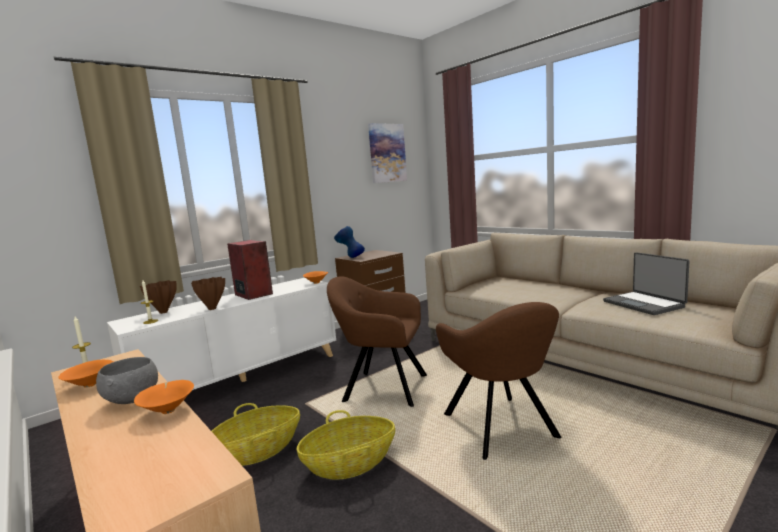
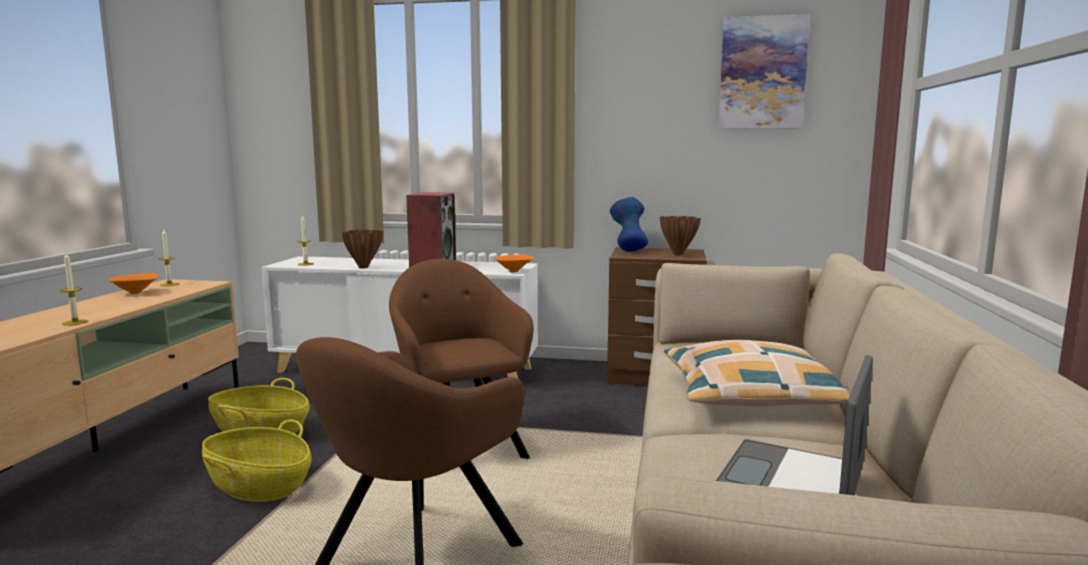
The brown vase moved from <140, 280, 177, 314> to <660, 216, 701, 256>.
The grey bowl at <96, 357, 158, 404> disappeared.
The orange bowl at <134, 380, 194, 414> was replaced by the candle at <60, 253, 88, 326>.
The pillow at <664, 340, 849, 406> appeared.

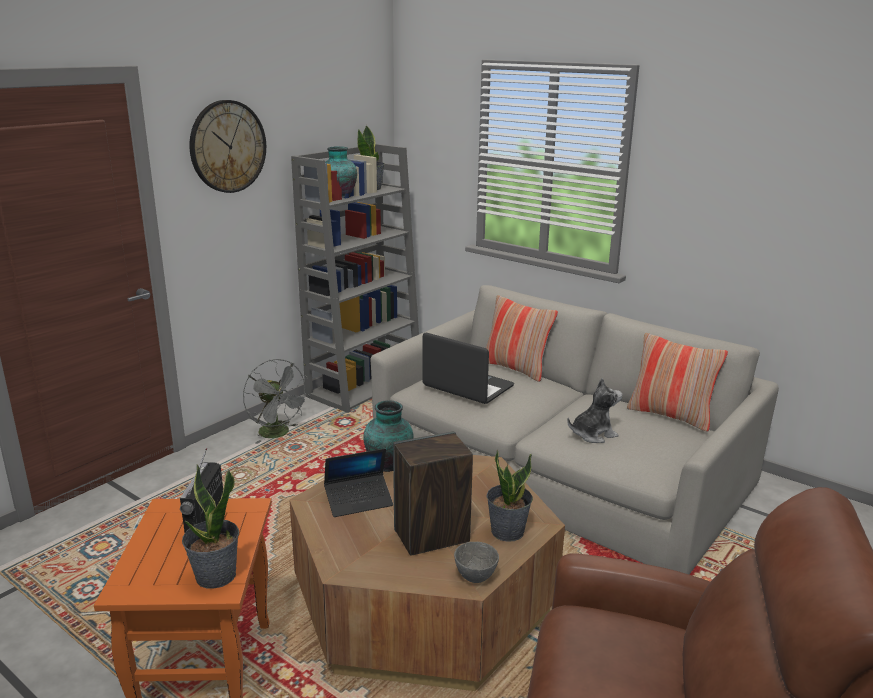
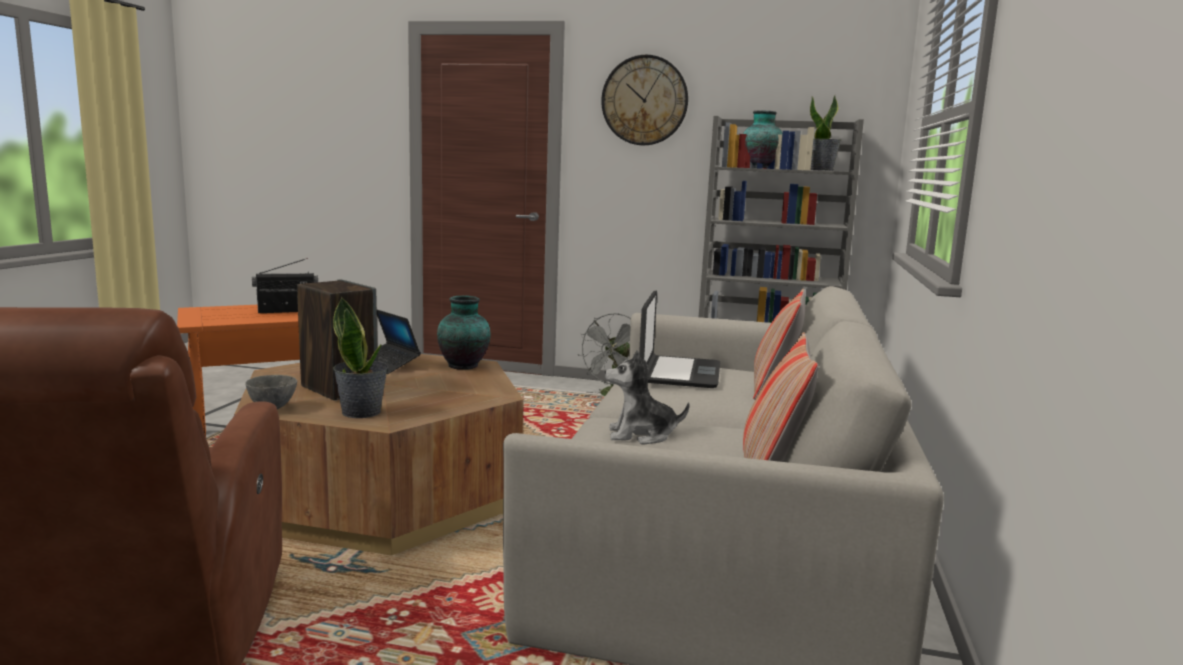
The plush toy at <567, 378, 622, 443> turned 135 degrees clockwise.
The potted plant at <182, 464, 239, 589> disappeared.

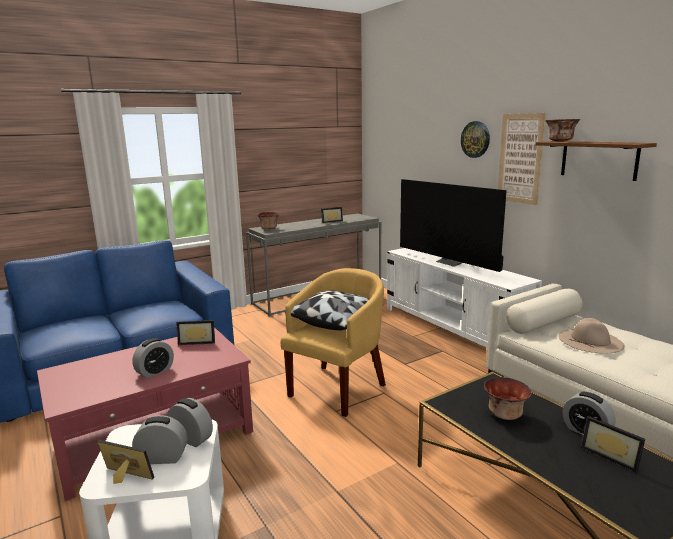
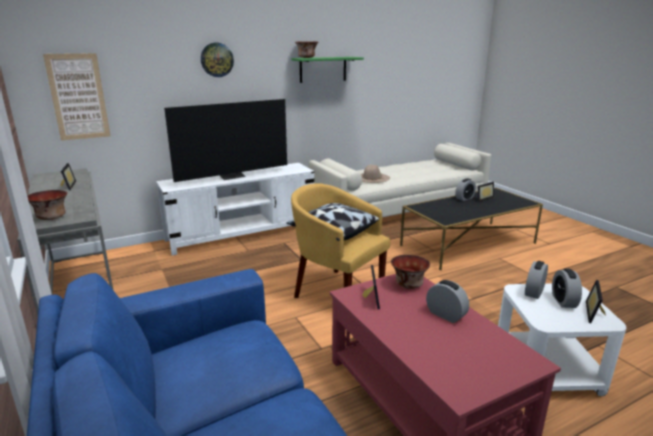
The picture moved from <498, 113, 546, 205> to <43, 53, 110, 141>.
The brown shelf at <535, 141, 657, 181> became the green shelf at <291, 57, 364, 83>.
The bowl moved from <484, 377, 532, 420> to <391, 255, 430, 289>.

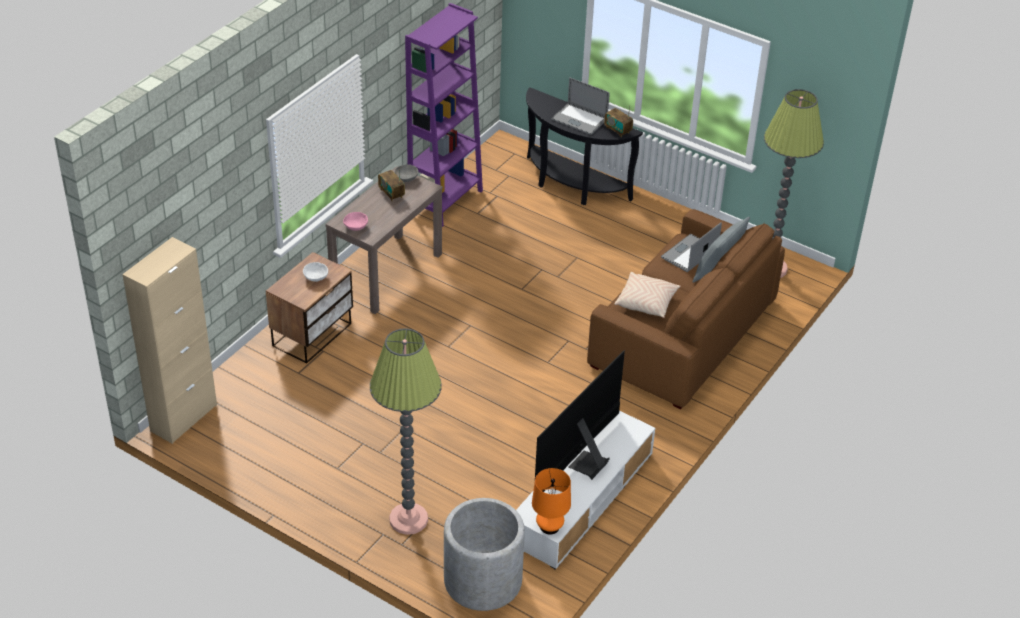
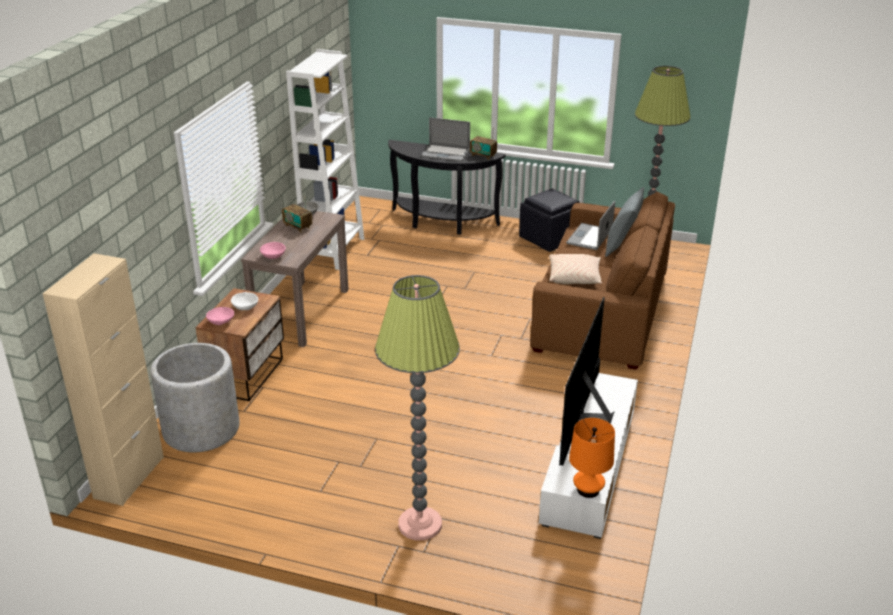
The purple bookcase at <405, 3, 483, 227> became the white bookcase at <286, 49, 364, 270>.
The grey planter moved from <444, 498, 525, 611> to <150, 343, 240, 453>.
The black ottoman at <519, 189, 579, 252> appeared.
The pink bowl at <206, 307, 234, 325> appeared.

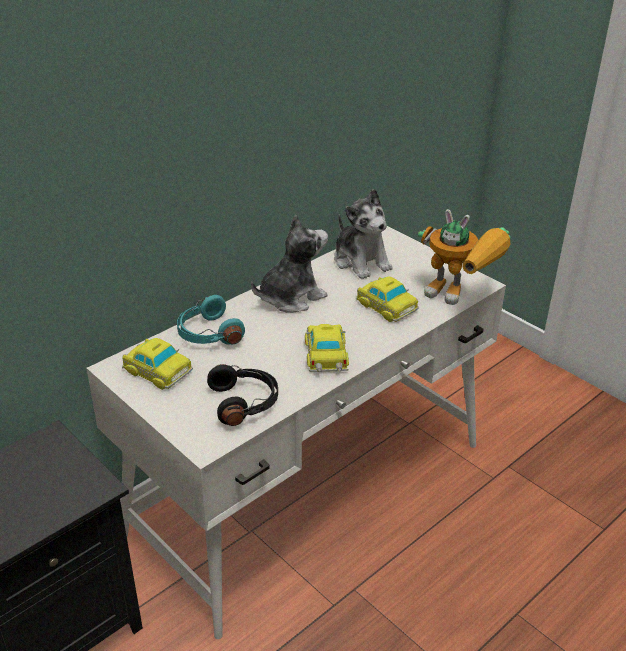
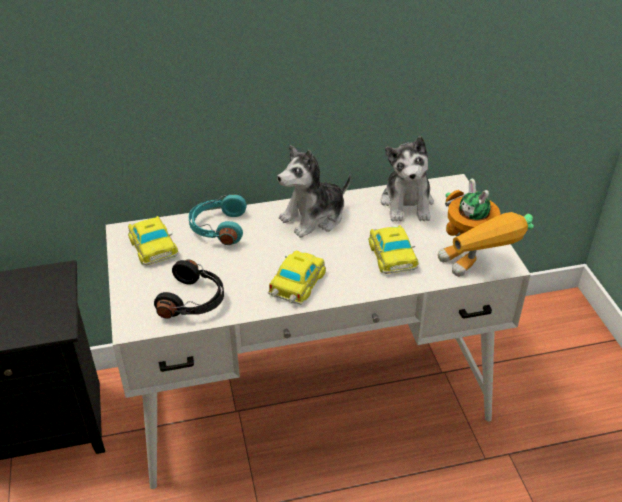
The plush toy at <251, 215, 328, 313> turned 150 degrees clockwise.

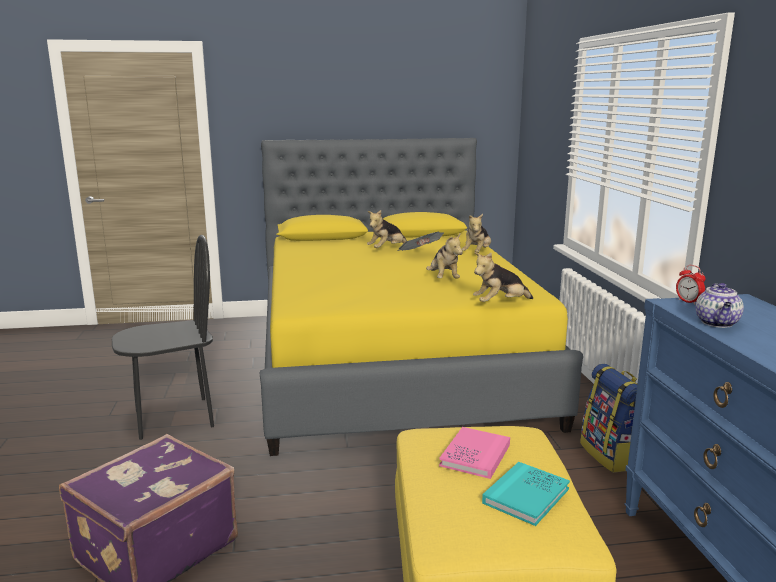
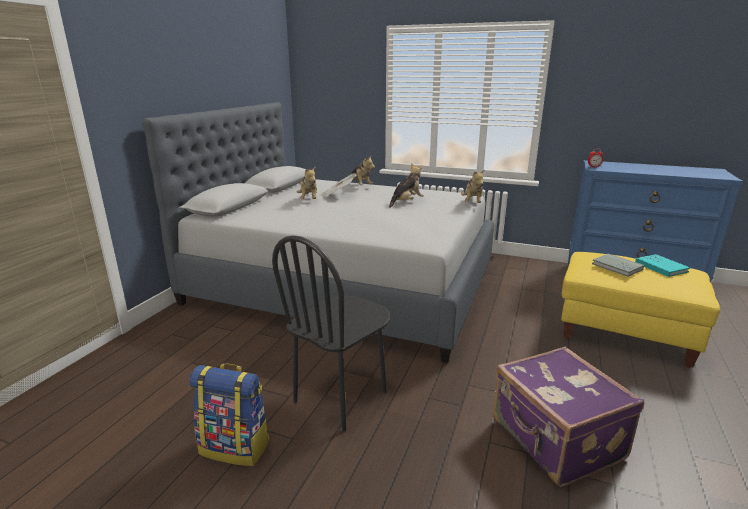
The yellow bed at <260, 138, 583, 456> became the grey bed at <143, 102, 494, 363>.
The plush toy at <426, 233, 463, 278> turned 60 degrees counterclockwise.
The black chair at <112, 235, 214, 440> turned 150 degrees counterclockwise.
The teapot at <696, 283, 744, 328> disappeared.
The backpack moved from <580, 364, 637, 473> to <189, 363, 270, 466>.
The pink book at <439, 427, 510, 479> became the grey book at <592, 254, 644, 277>.

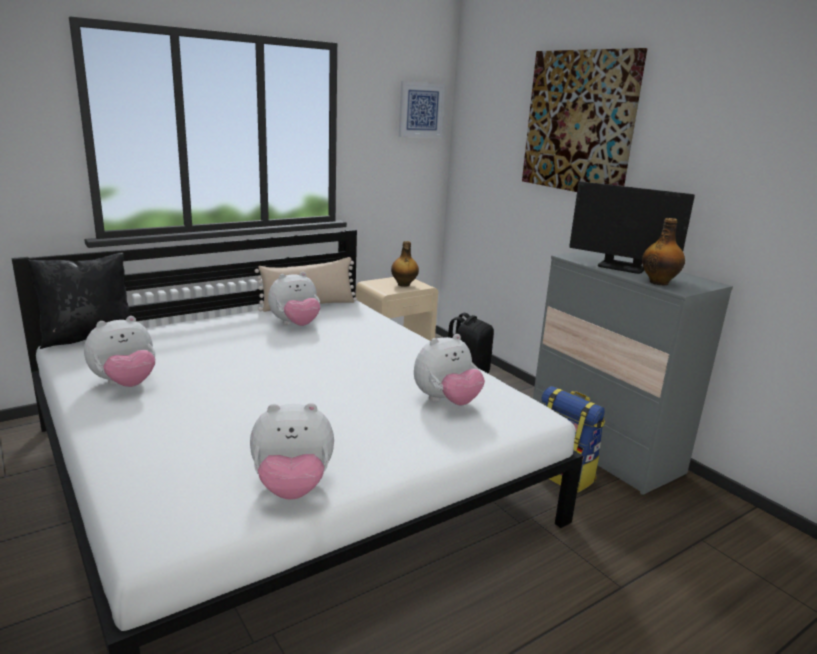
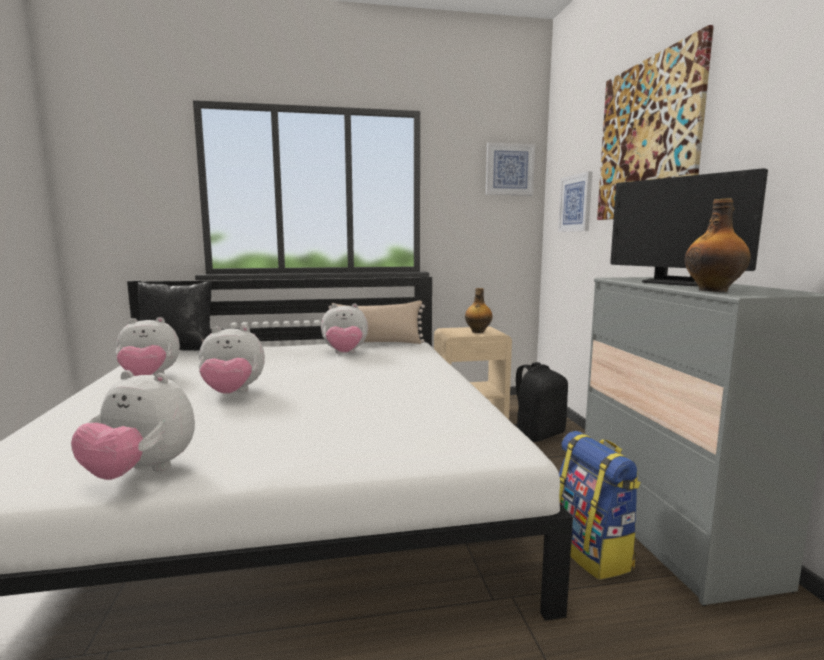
The plush toy moved from <414, 334, 485, 406> to <198, 326, 265, 394>.
The picture at <558, 171, 592, 232> appeared.

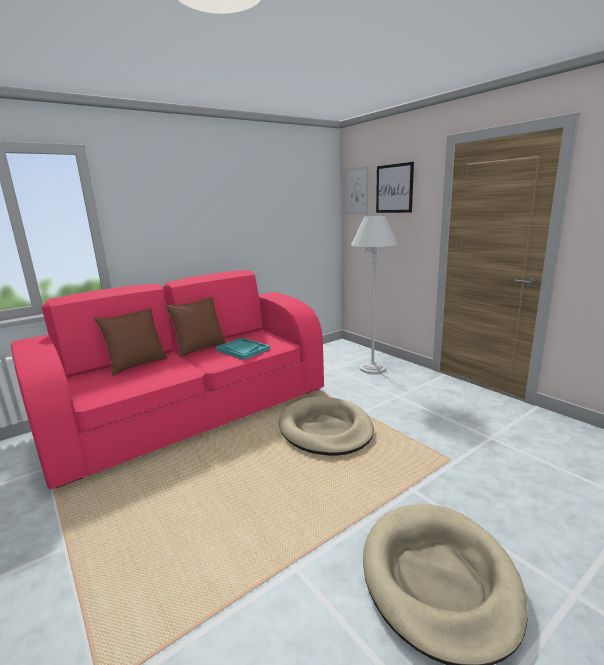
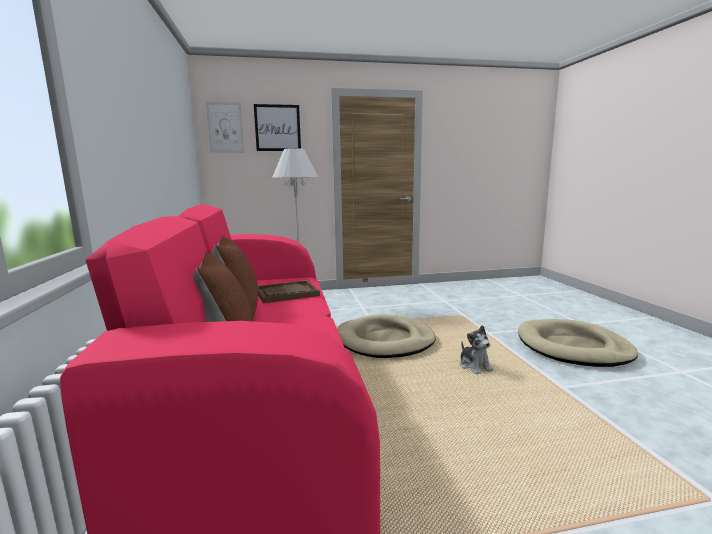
The turquoise tray at <216, 338, 270, 360> became the brown tray at <258, 280, 320, 303>.
The plush toy at <460, 325, 493, 375> appeared.

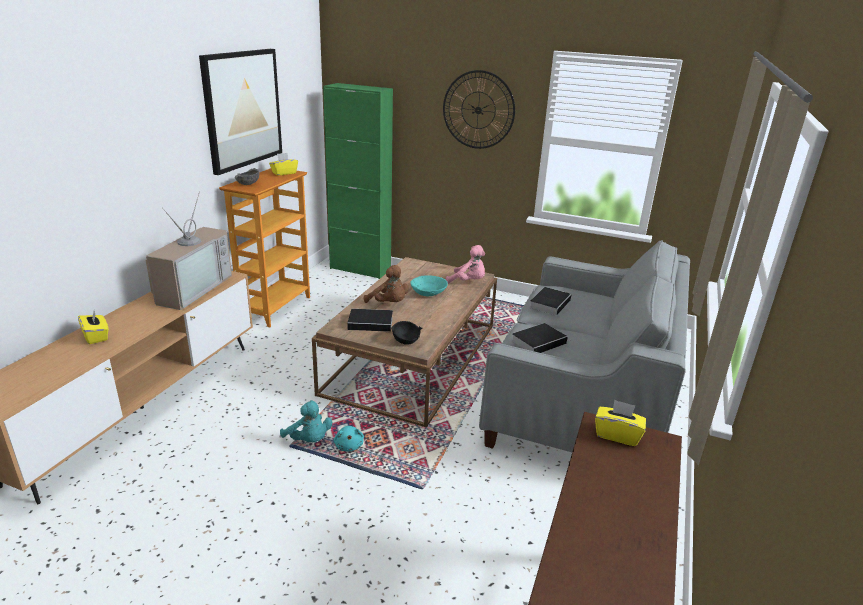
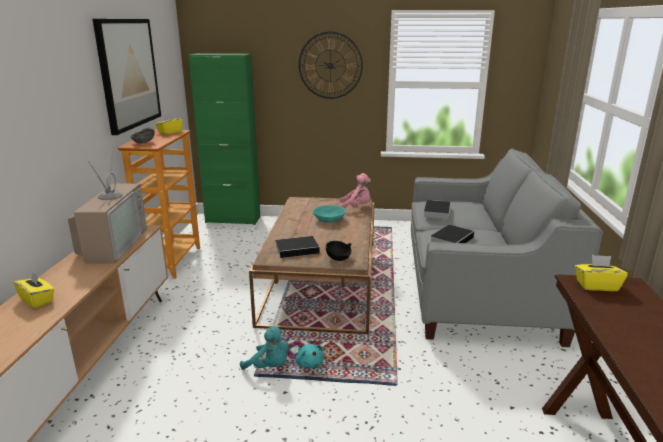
The brown plush toy at <364, 265, 408, 303> disappeared.

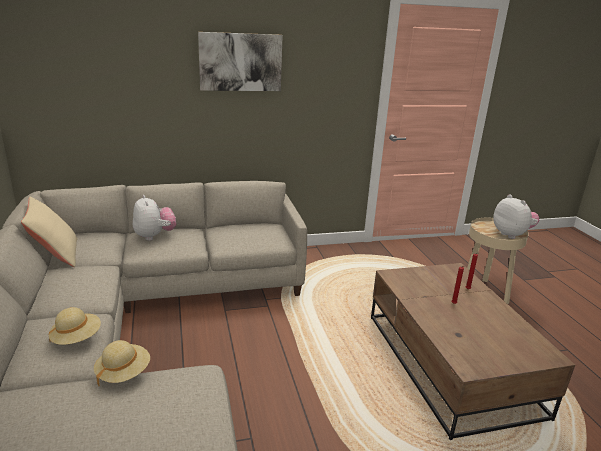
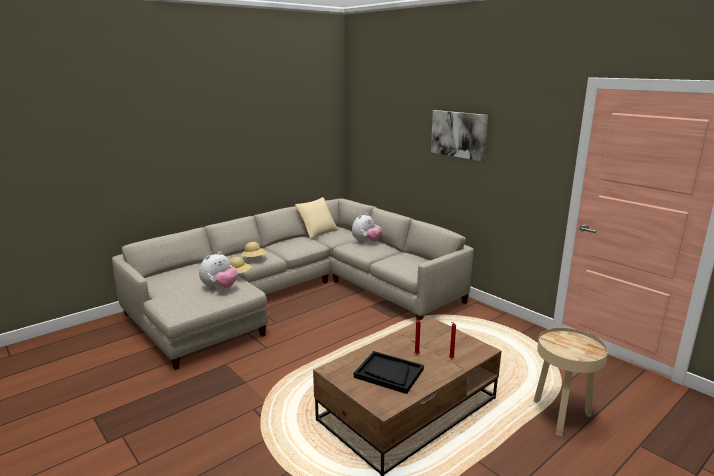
The plush toy moved from <493, 195, 539, 239> to <199, 252, 238, 289>.
The black tray at <354, 351, 424, 394> appeared.

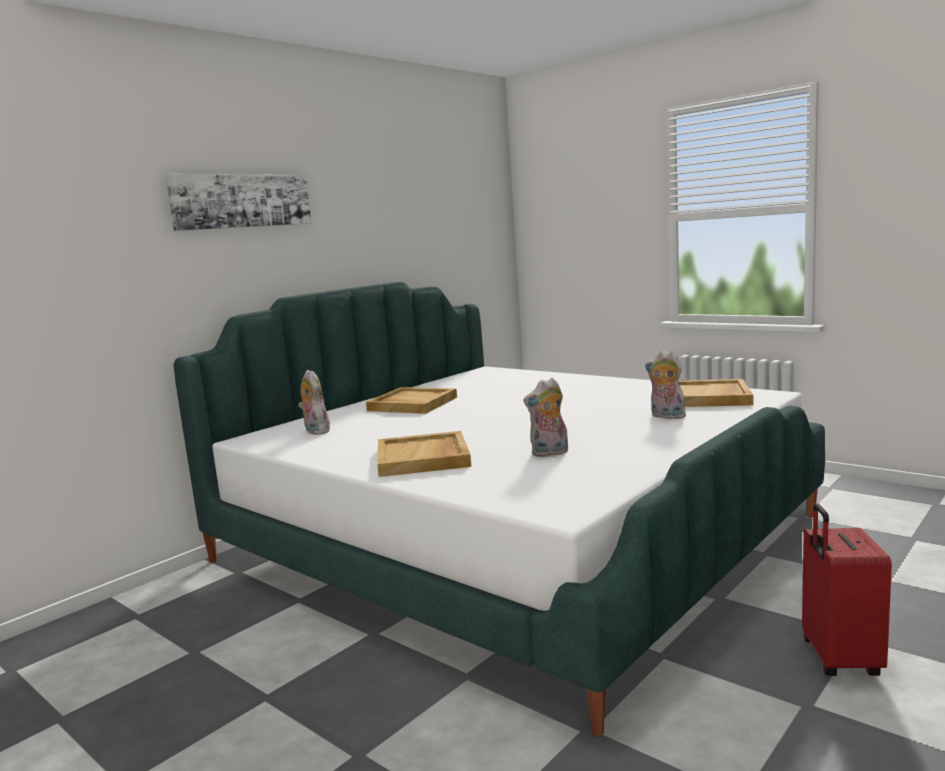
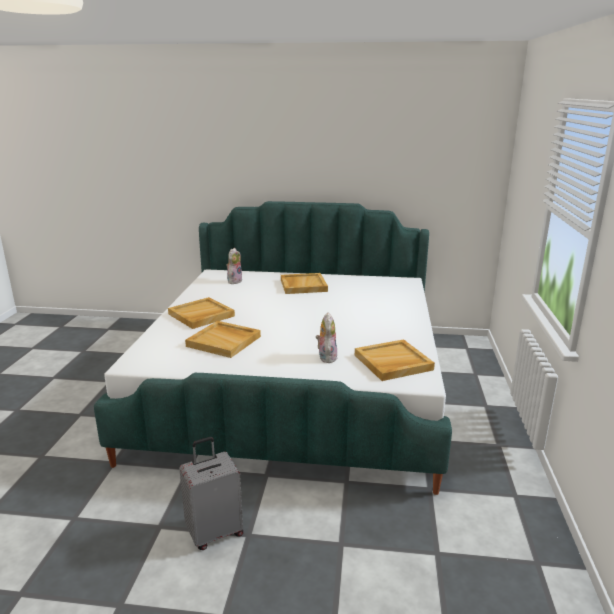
The picture at <165, 174, 311, 231> disappeared.
The plush toy at <523, 378, 568, 457> was replaced by the beige tray at <185, 321, 261, 358>.
The red suitcase at <802, 503, 892, 676> became the grey suitcase at <179, 437, 243, 550>.

